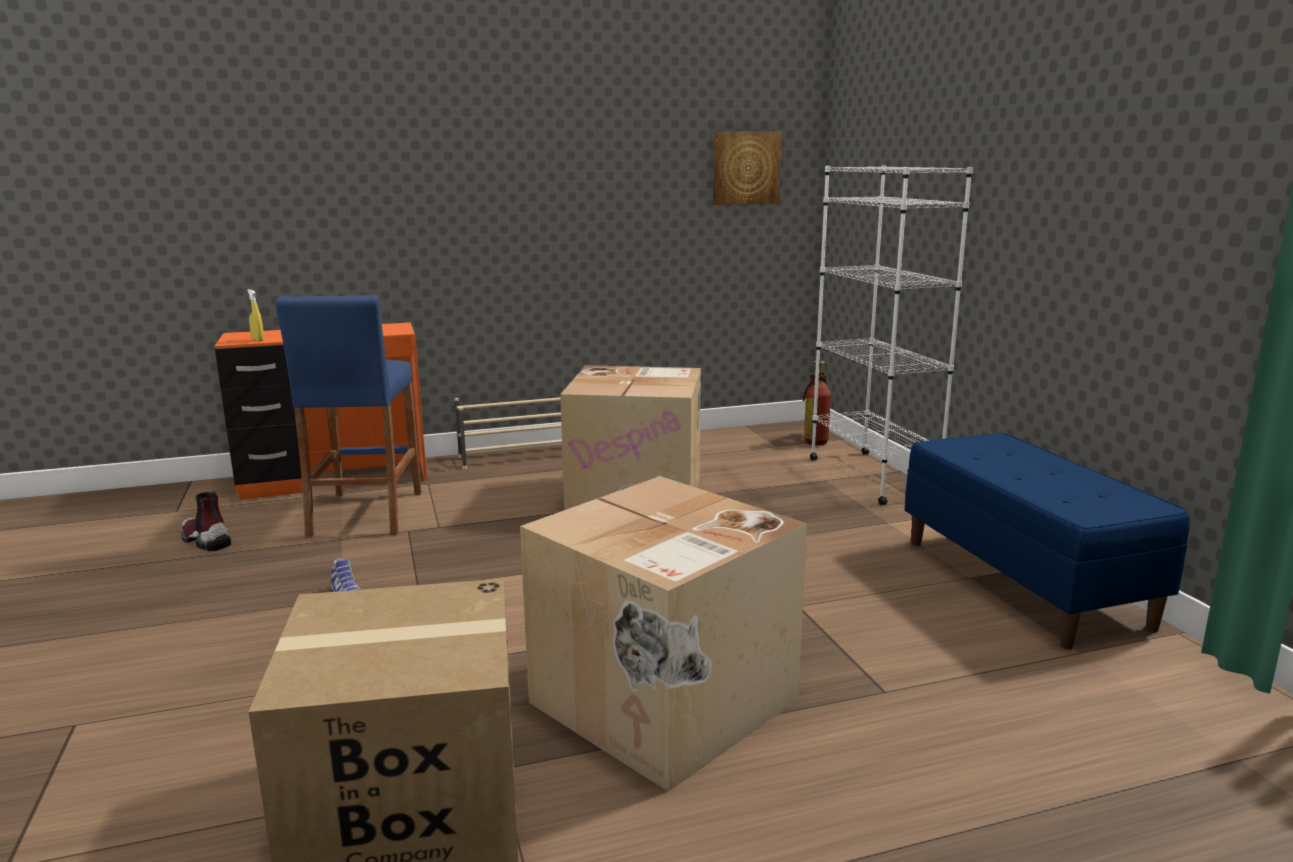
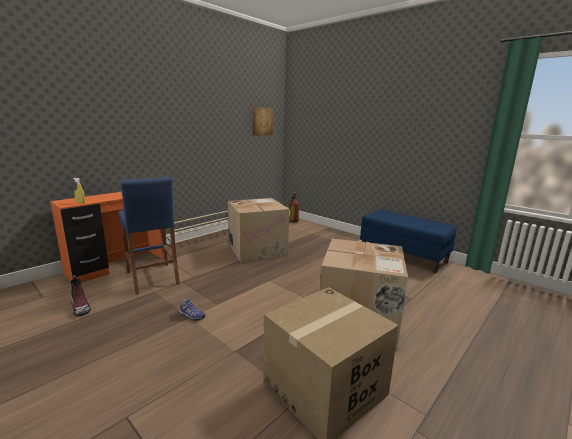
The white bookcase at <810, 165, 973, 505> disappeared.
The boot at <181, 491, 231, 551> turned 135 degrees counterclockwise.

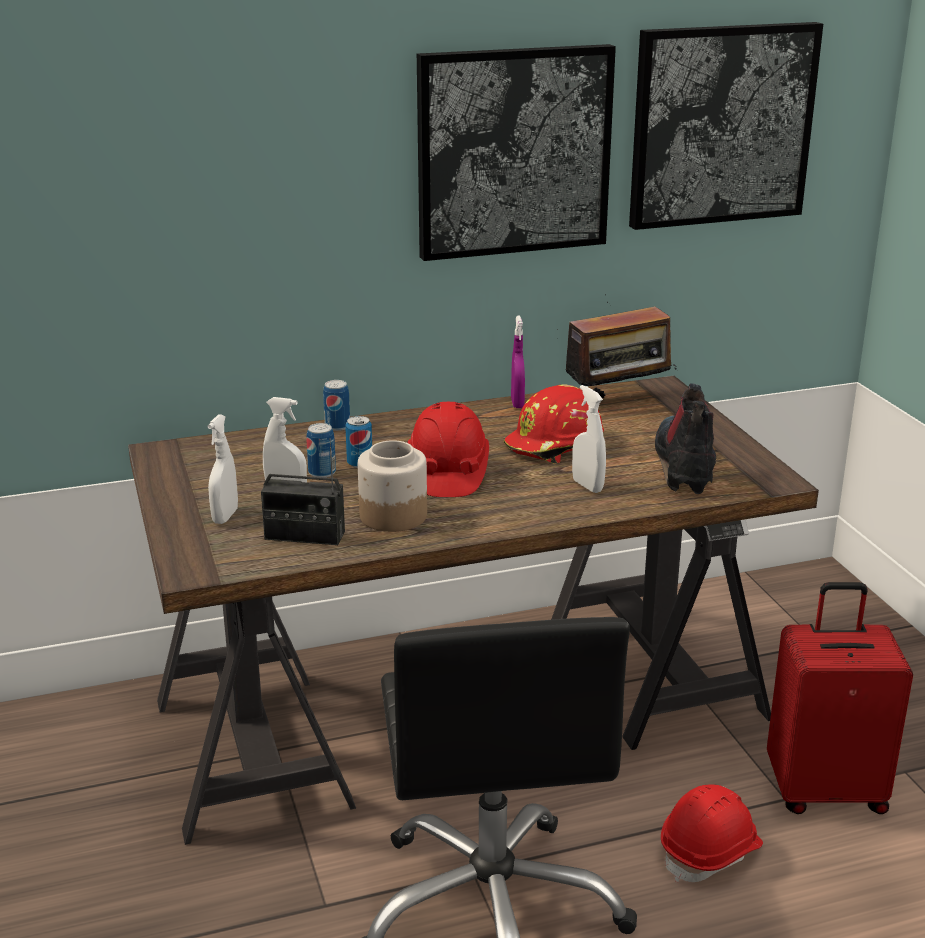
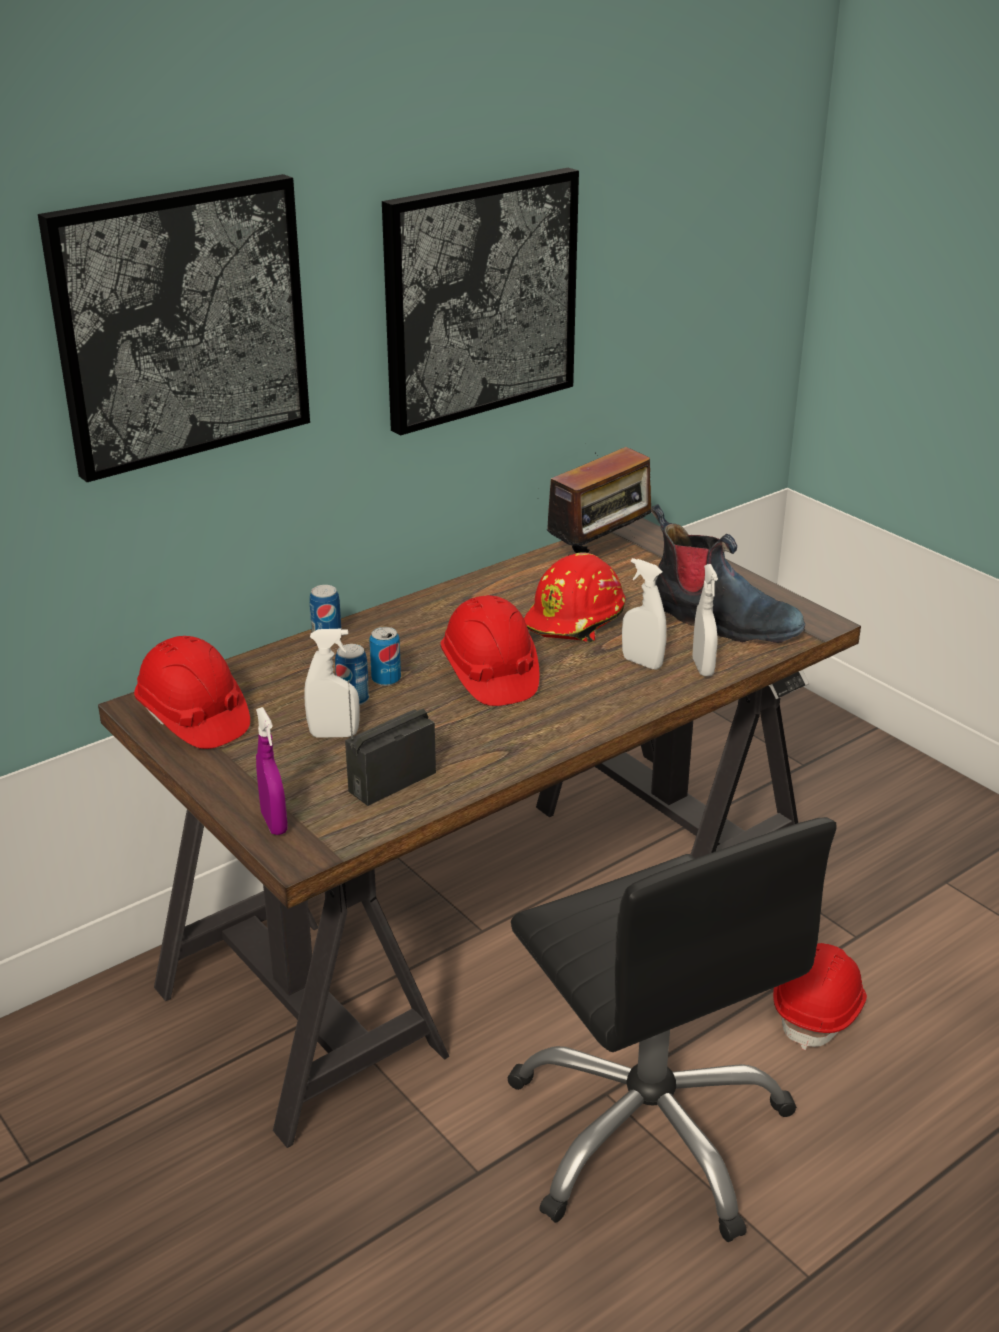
The picture moved from <629, 22, 823, 230> to <38, 174, 310, 482>.
The purple spray bottle moved from <511, 316, 525, 408> to <256, 707, 287, 835>.
The boot at <655, 383, 716, 494> turned 135 degrees clockwise.
The white spray bottle moved from <208, 414, 238, 524> to <692, 564, 718, 676>.
The radio at <261, 438, 345, 545> turned 150 degrees clockwise.
The jar at <358, 440, 427, 532> disappeared.
The red suitcase at <767, 582, 913, 814> disappeared.
The red hard hat at <134, 636, 250, 749> appeared.

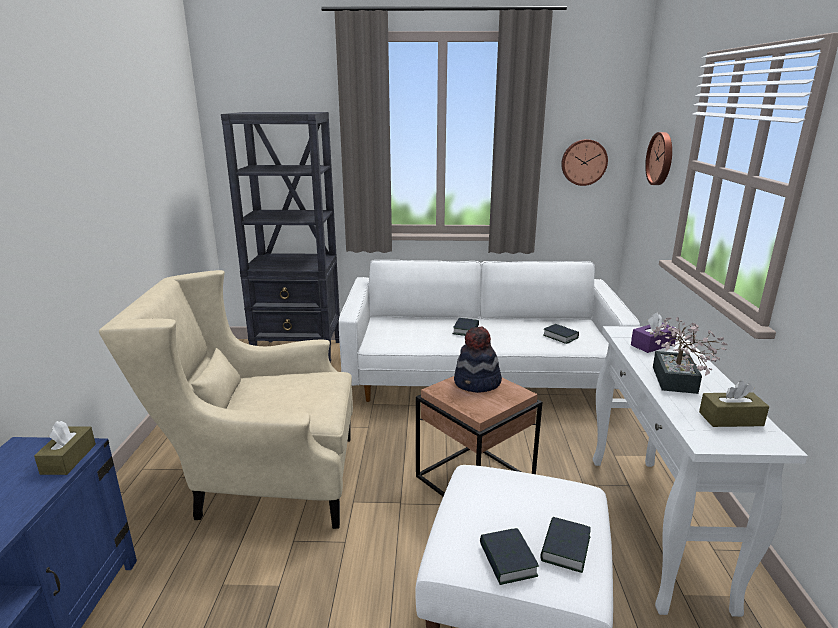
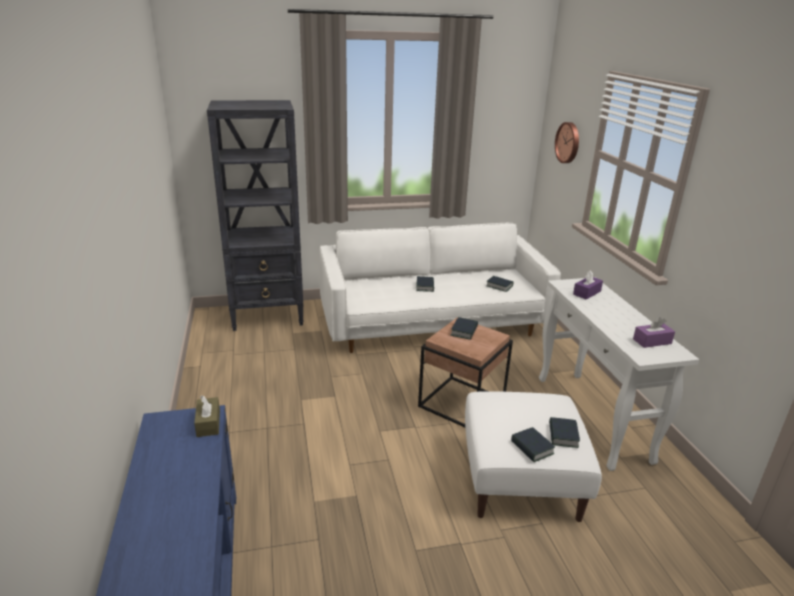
The wall clock at <561, 139, 608, 186> disappeared.
The beige armchair at <99, 270, 353, 529> disappeared.
The potted plant at <650, 317, 728, 394> disappeared.
The hat at <454, 327, 502, 393> was replaced by the book at <450, 317, 478, 340>.
The brown tissue box at <699, 381, 769, 427> became the purple tissue box at <633, 317, 675, 348>.

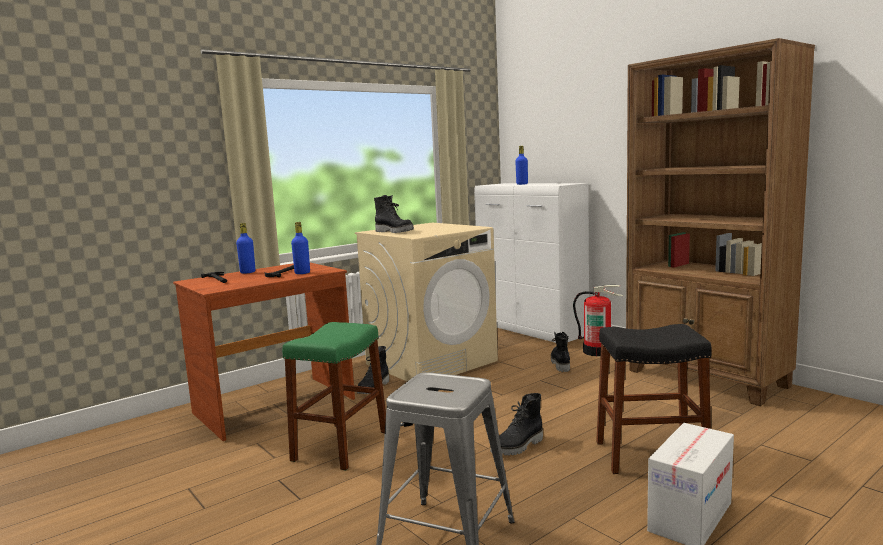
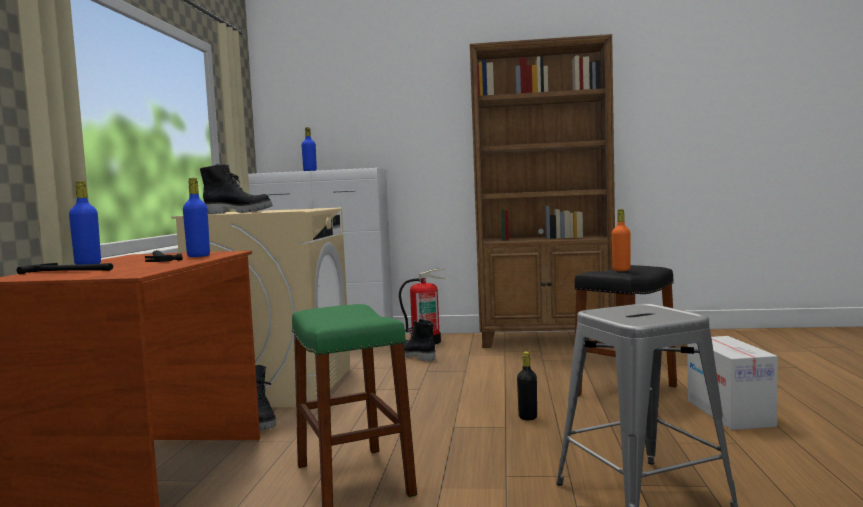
The black boot at <490, 393, 543, 455> was replaced by the black bottle at <517, 351, 537, 420>.
The orange bottle at <612, 209, 631, 271> appeared.

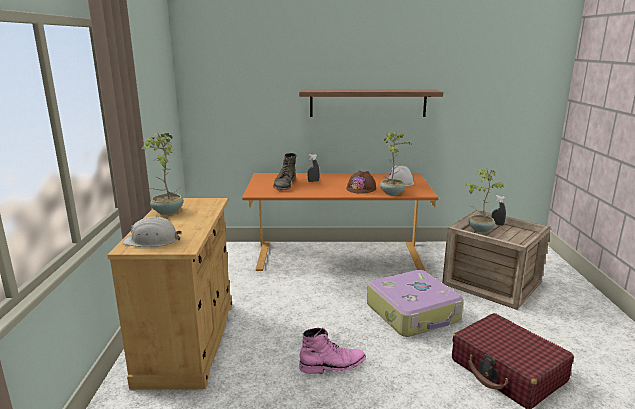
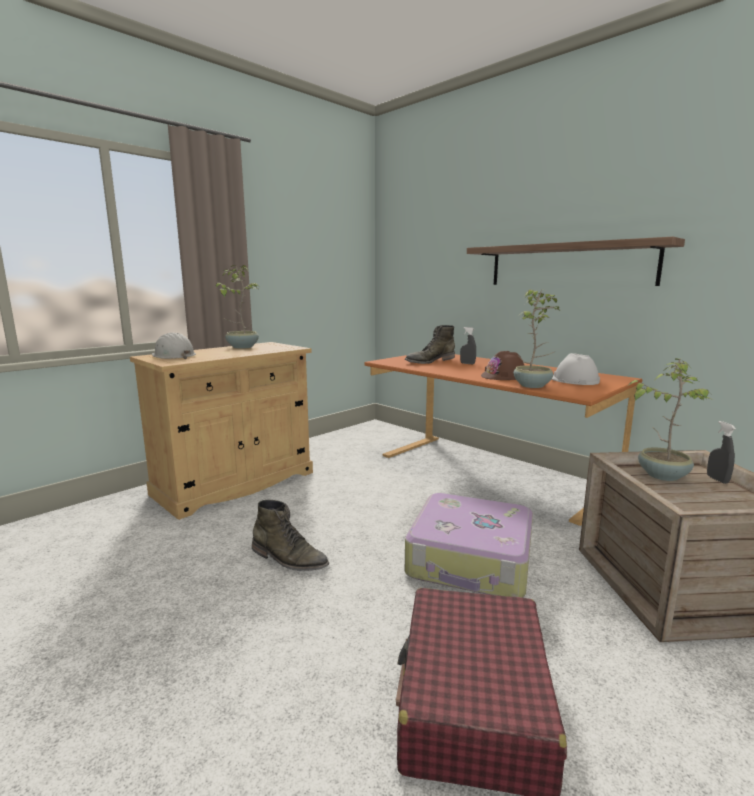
The pink boot at <299, 328, 366, 374> became the green boot at <252, 500, 329, 571>.

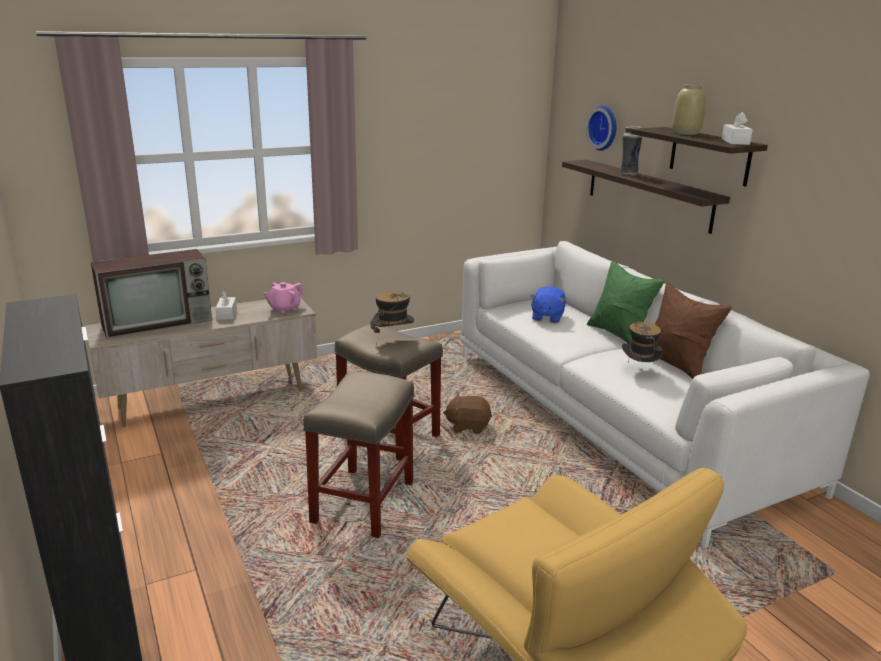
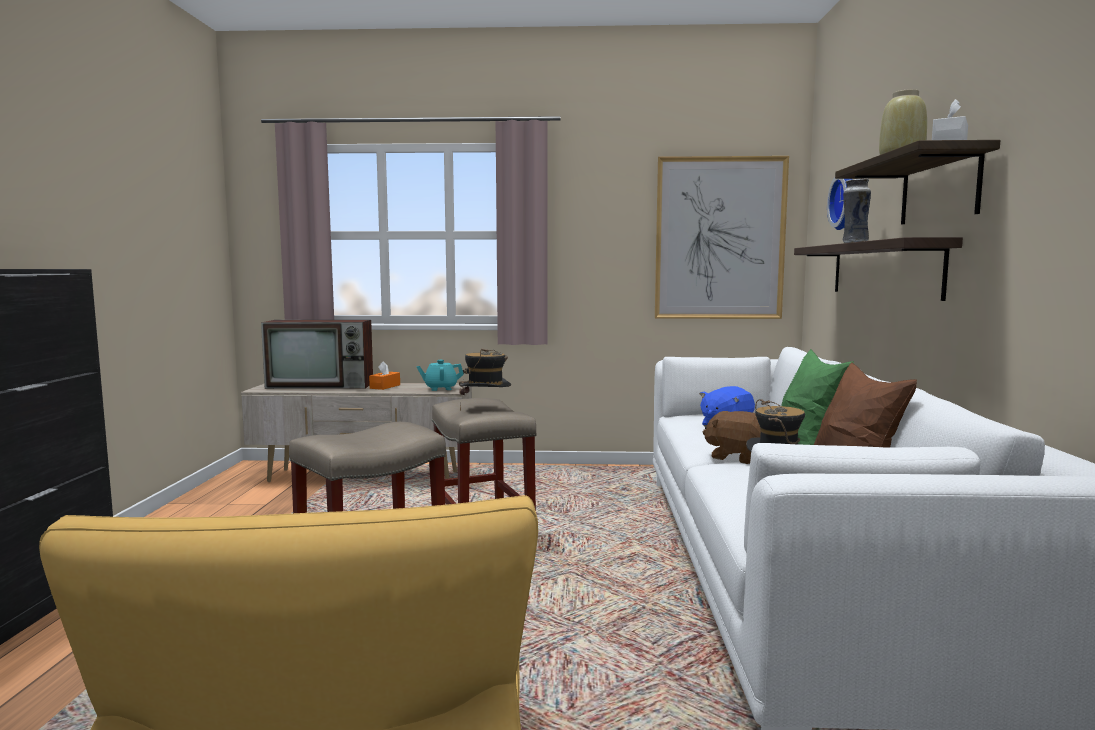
The pink teapot at <263, 282, 304, 313> became the turquoise teapot at <416, 360, 464, 391>.
The white tissue box at <216, 291, 237, 320> became the orange tissue box at <369, 361, 400, 390>.
The brown plush toy moved from <443, 394, 492, 434> to <703, 411, 761, 464>.
The picture at <655, 156, 789, 319> appeared.

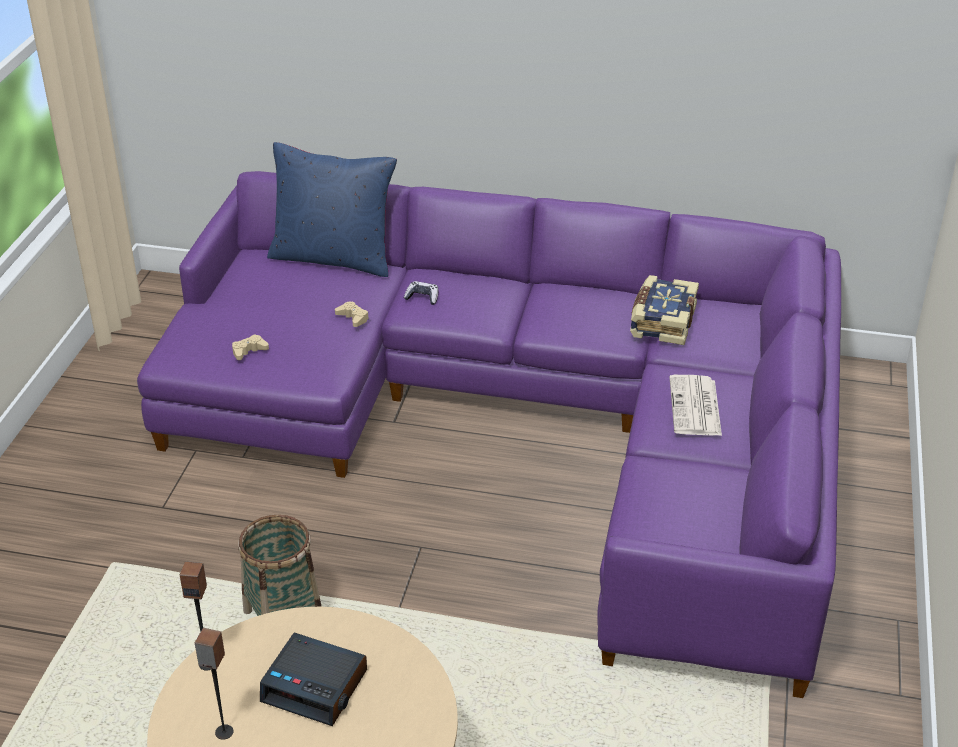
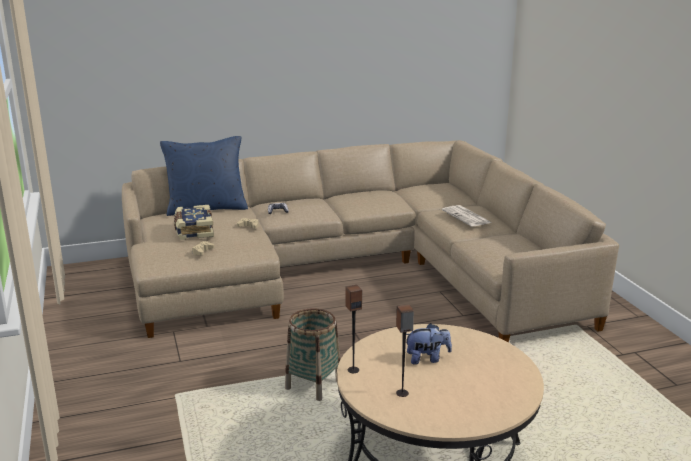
The purple sofa at <137, 171, 841, 698> became the beige sofa at <122, 140, 619, 343>.
The book moved from <630, 275, 699, 345> to <174, 205, 214, 240>.
The alarm clock at <260, 632, 367, 726> was replaced by the plush toy at <406, 323, 452, 365>.

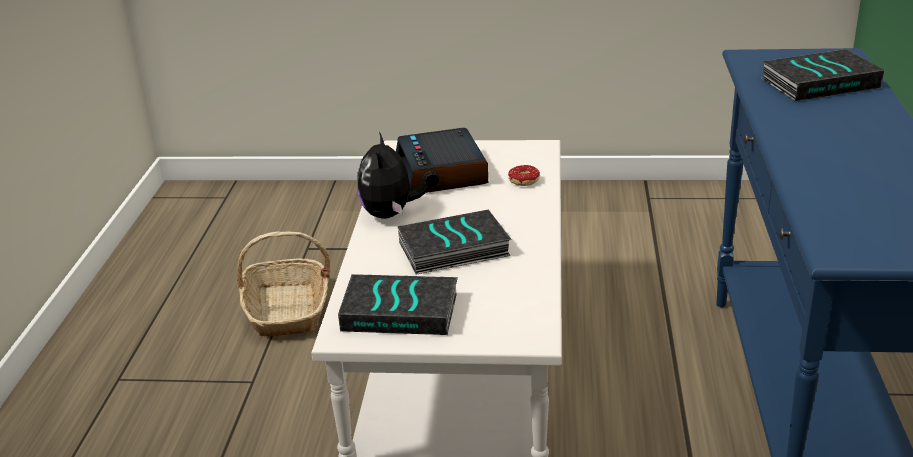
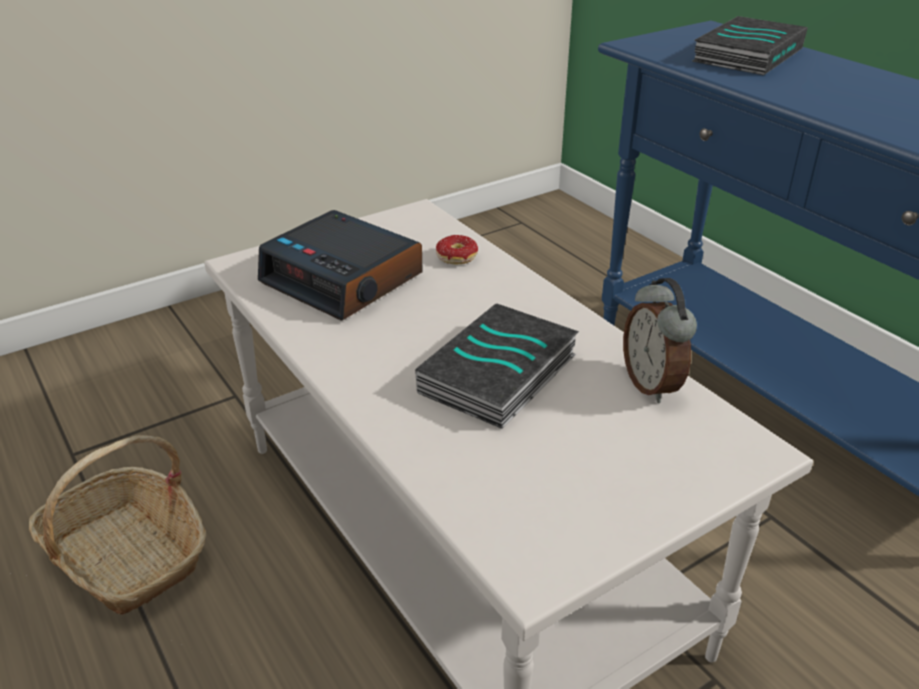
The plush toy at <357, 132, 428, 219> disappeared.
The book at <338, 274, 458, 335> disappeared.
The alarm clock at <623, 278, 697, 403> appeared.

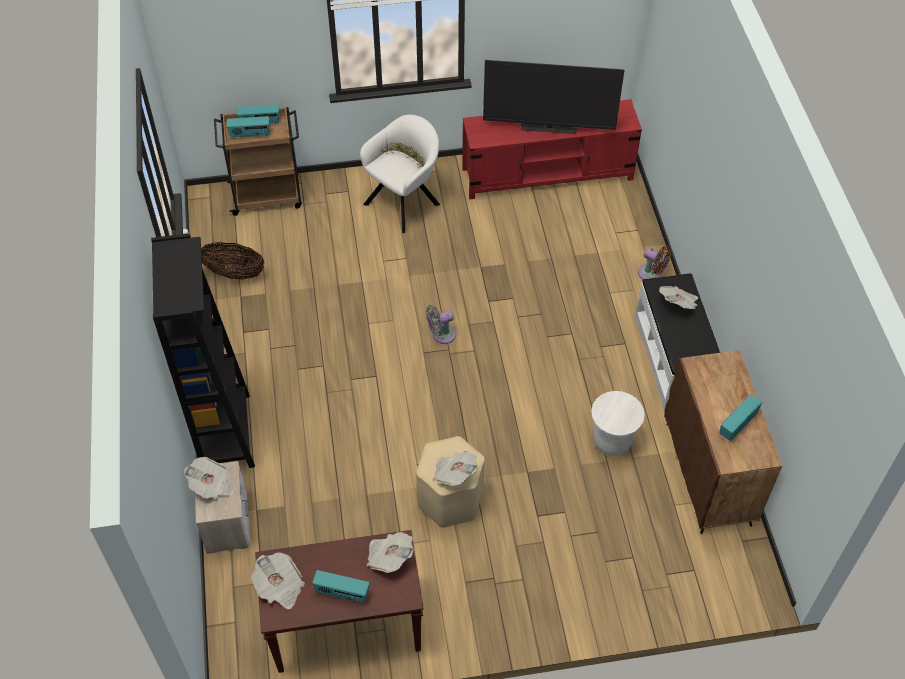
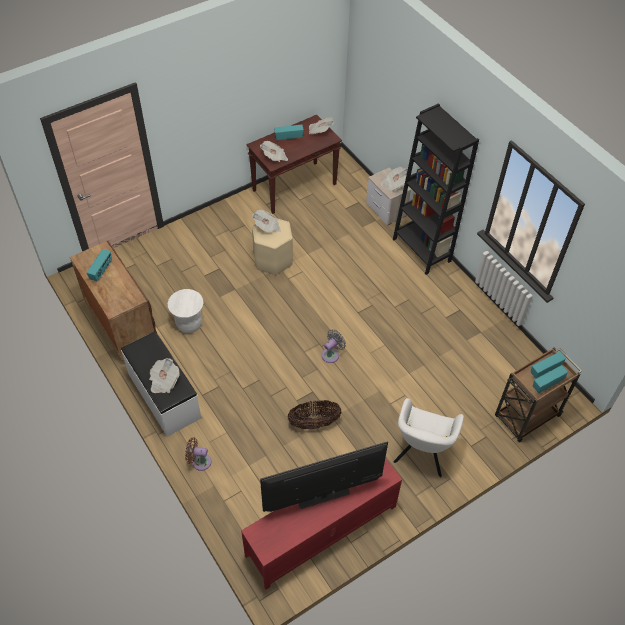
The basket moved from <201, 242, 264, 280> to <287, 400, 342, 429>.

